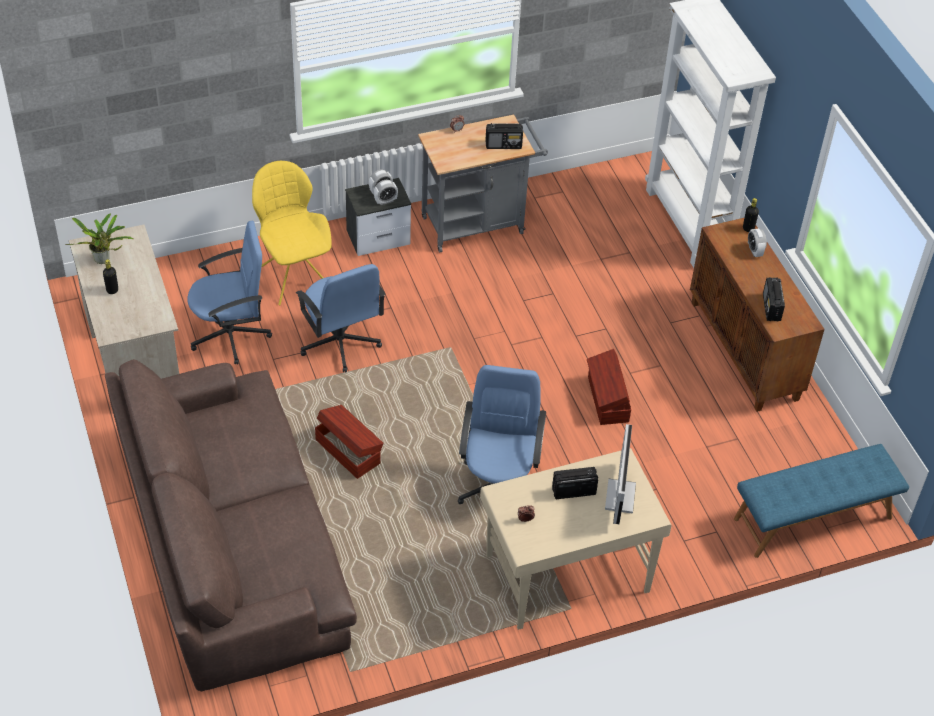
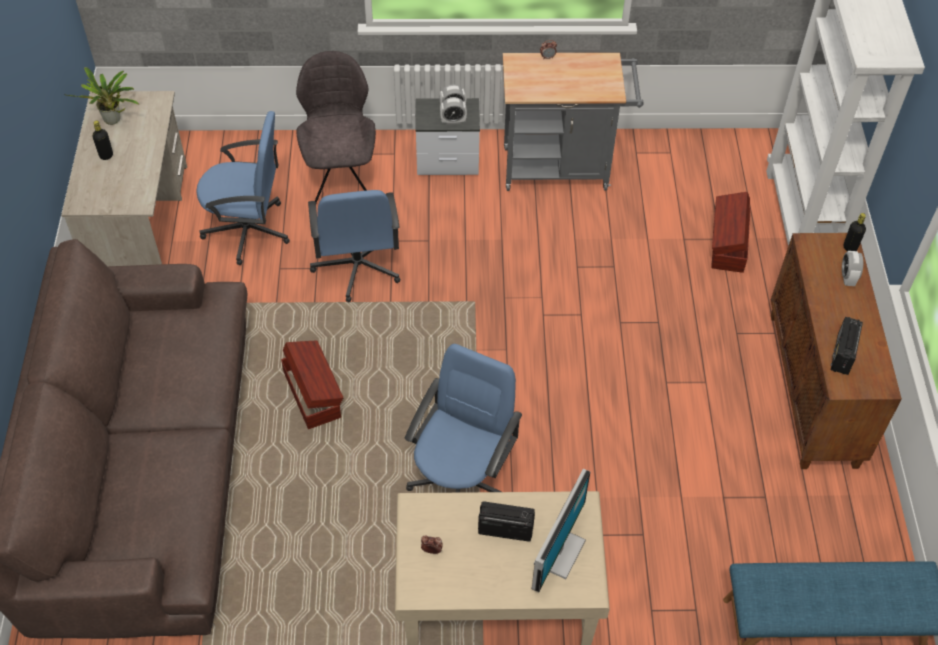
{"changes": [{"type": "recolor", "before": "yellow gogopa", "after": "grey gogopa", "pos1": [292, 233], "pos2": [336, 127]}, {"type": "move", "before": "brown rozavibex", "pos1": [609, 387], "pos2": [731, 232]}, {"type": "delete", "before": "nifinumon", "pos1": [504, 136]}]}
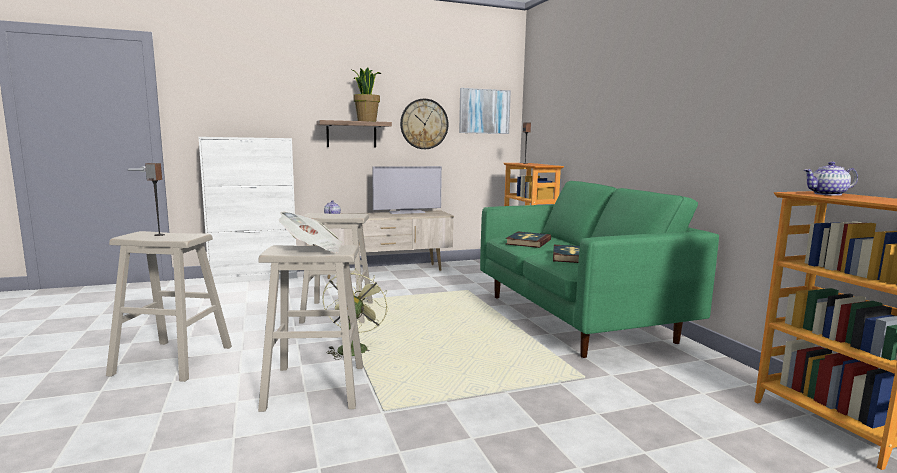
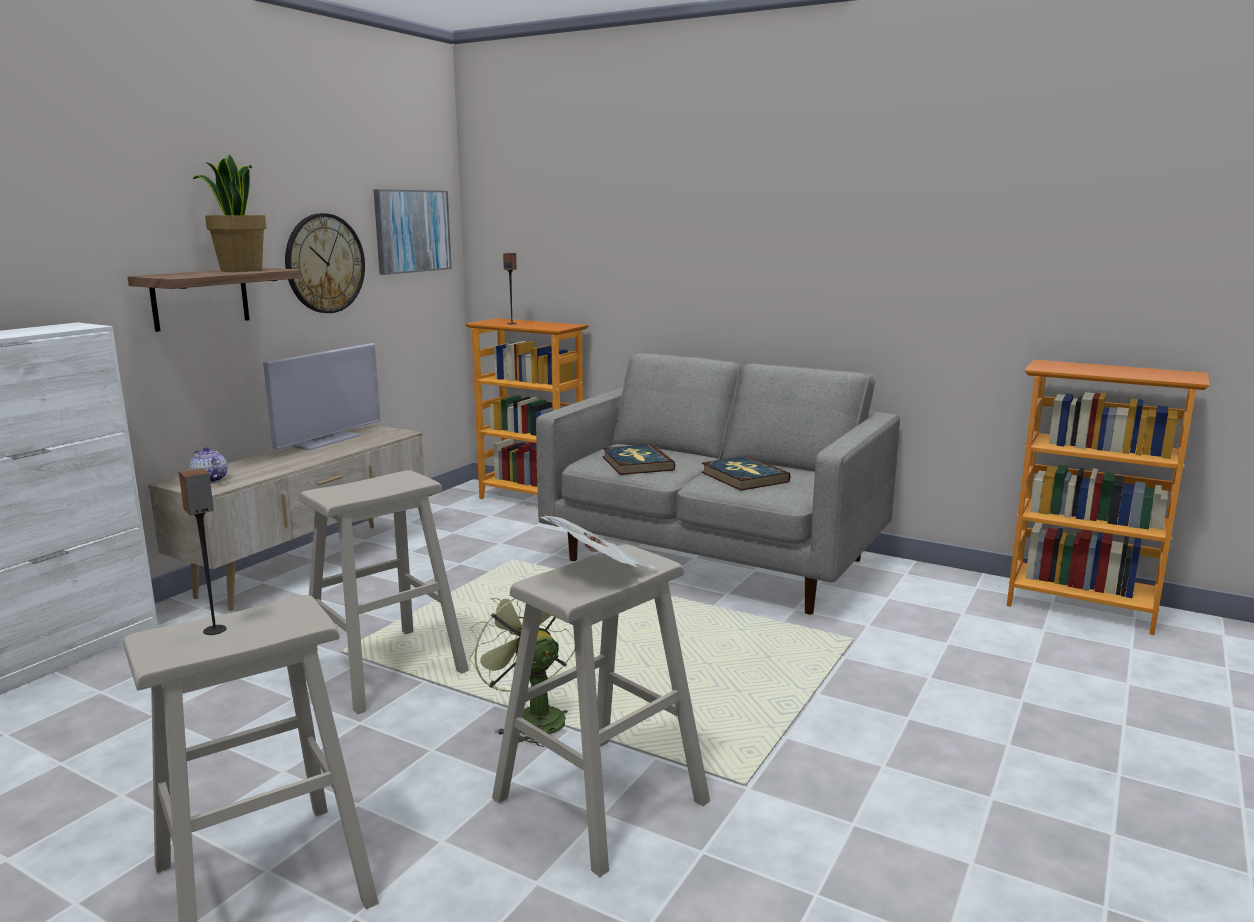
{"changes": [{"type": "recolor", "before": "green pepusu", "after": "grey pepusu", "pos1": [599, 269], "pos2": [718, 484]}, {"type": "delete", "before": "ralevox", "pos1": [830, 179]}]}
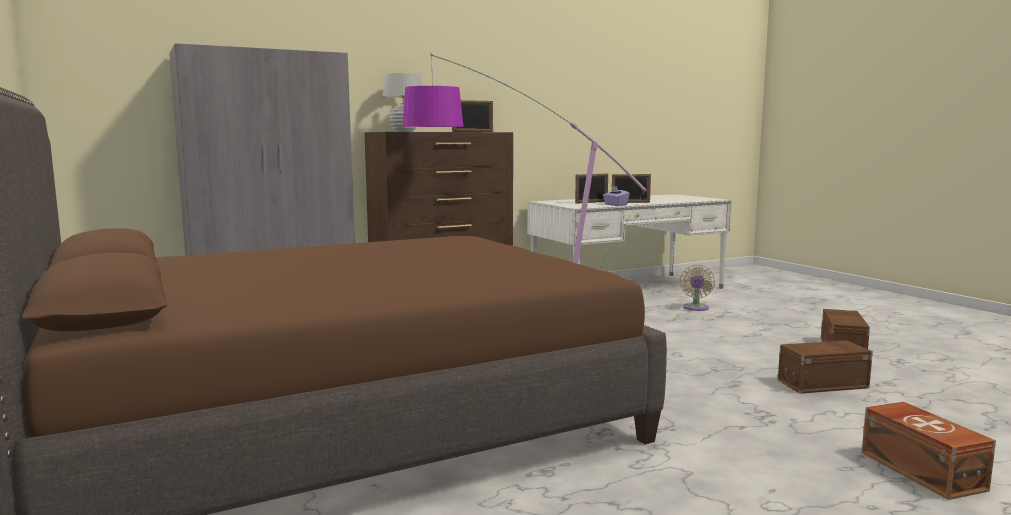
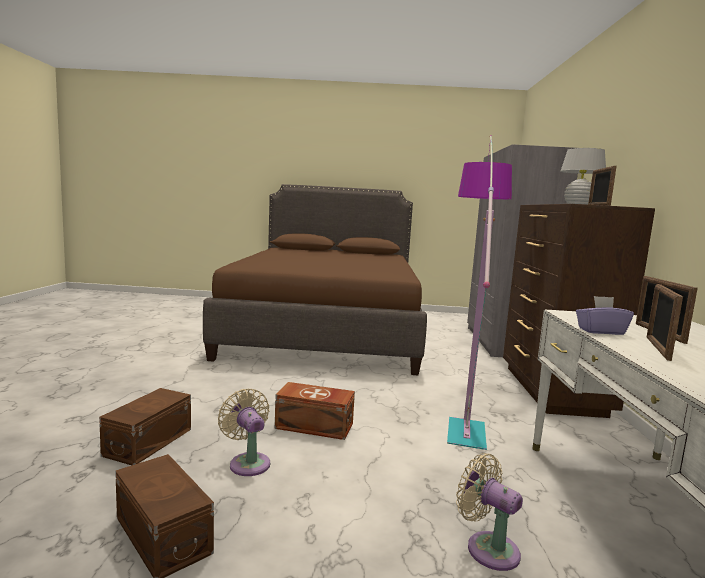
{"changes": [{"type": "insert", "after": "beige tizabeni", "pos2": [244, 432]}, {"type": "move", "before": "brown rozavibex", "pos1": [929, 451], "pos2": [315, 411]}]}
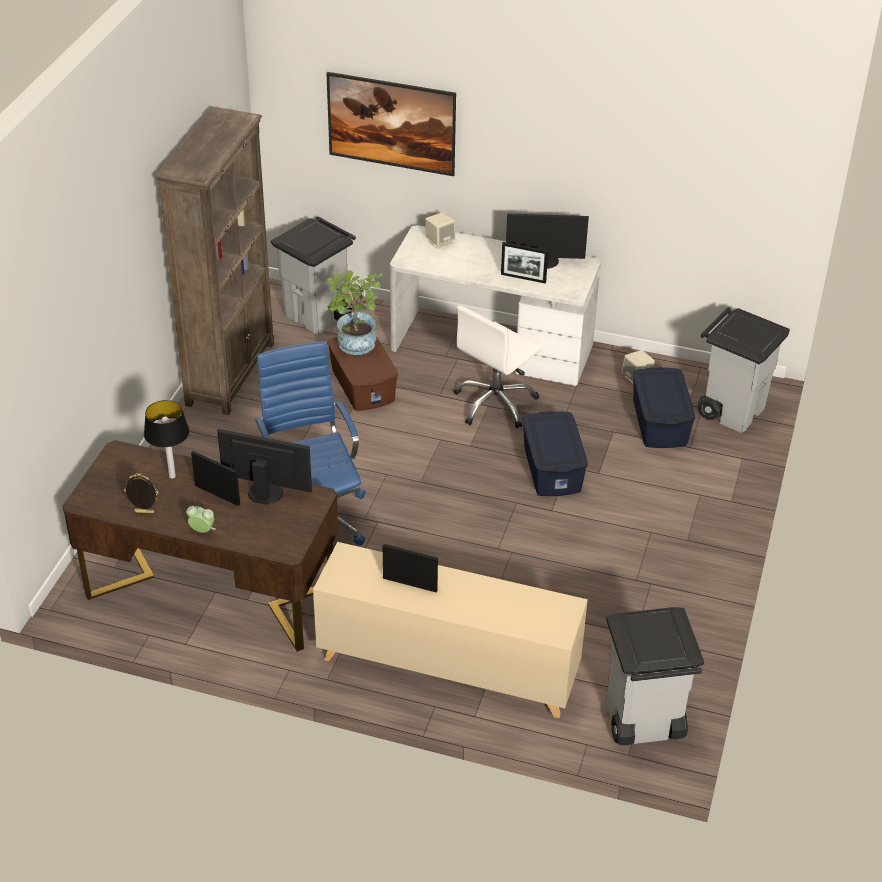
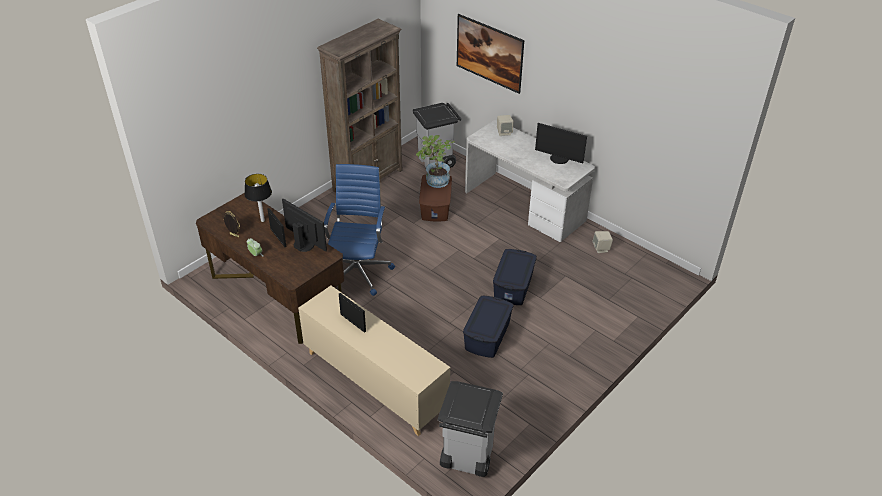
{"changes": [{"type": "move", "before": "blue rozavibex", "pos1": [664, 407], "pos2": [488, 327]}, {"type": "delete", "before": "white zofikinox", "pos1": [497, 367]}, {"type": "delete", "before": "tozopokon", "pos1": [524, 262]}, {"type": "delete", "before": "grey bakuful", "pos1": [744, 370]}]}
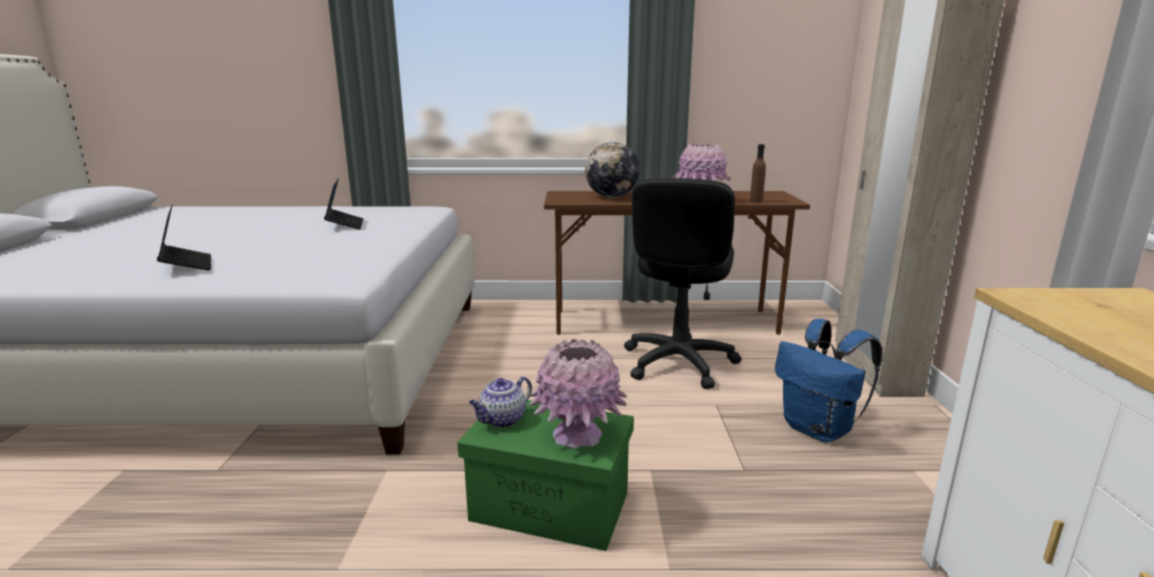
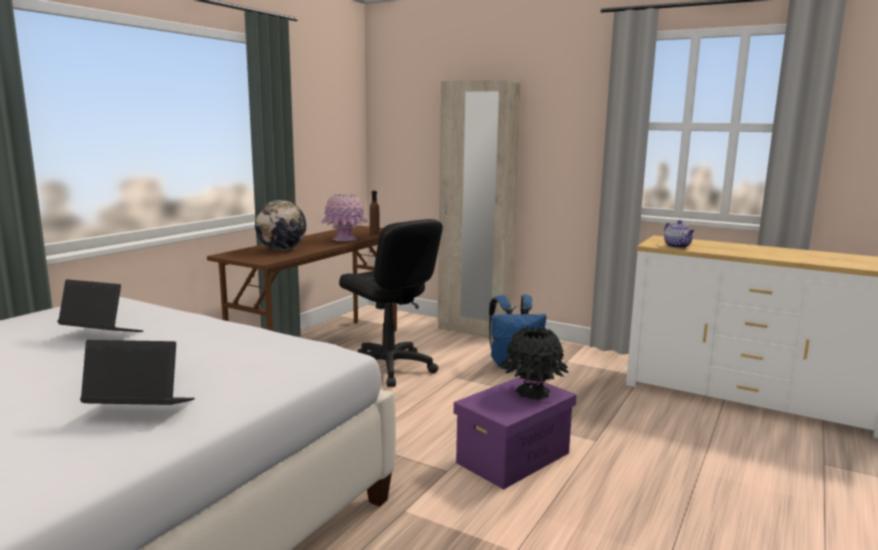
{"changes": [{"type": "recolor", "before": "green rozavibex", "after": "purple rozavibex", "pos1": [545, 475], "pos2": [515, 433]}, {"type": "recolor", "before": "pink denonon", "after": "black denonon", "pos1": [577, 394], "pos2": [534, 363]}, {"type": "move", "before": "ralevox", "pos1": [500, 402], "pos2": [679, 234]}]}
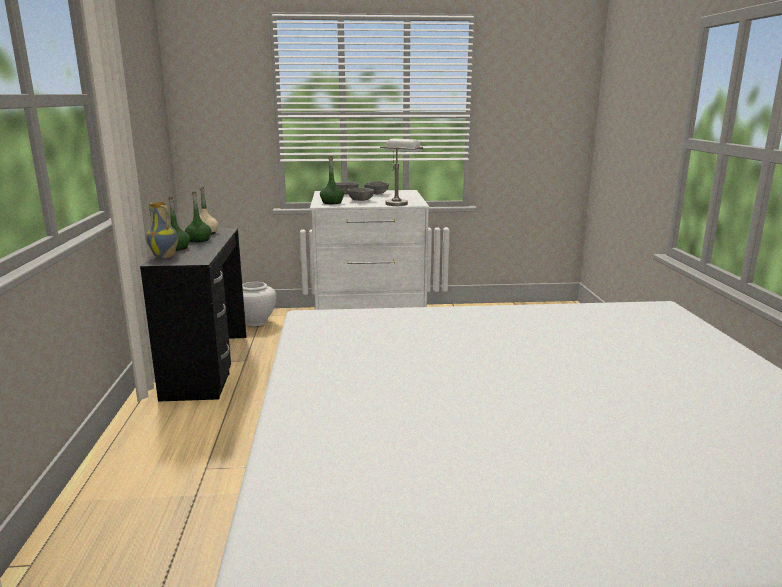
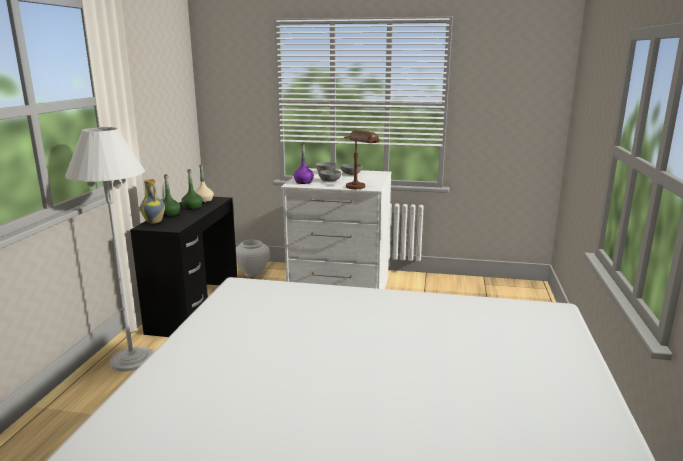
{"changes": [{"type": "insert", "after": "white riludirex", "pos2": [109, 249]}, {"type": "recolor", "before": "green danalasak", "after": "purple danalasak", "pos1": [332, 180], "pos2": [303, 163]}, {"type": "recolor", "before": "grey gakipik", "after": "brown gakipik", "pos1": [401, 172], "pos2": [362, 159]}]}
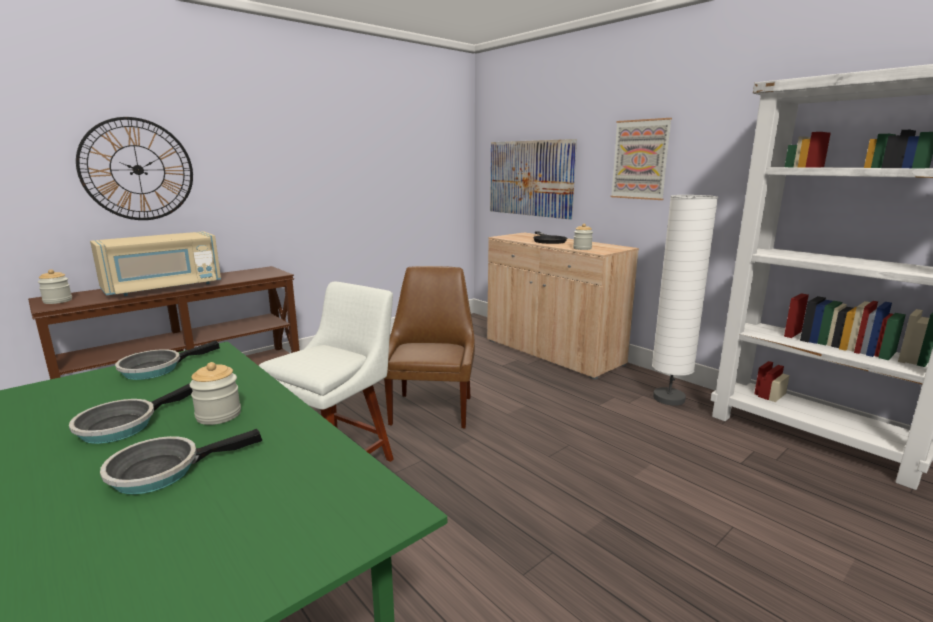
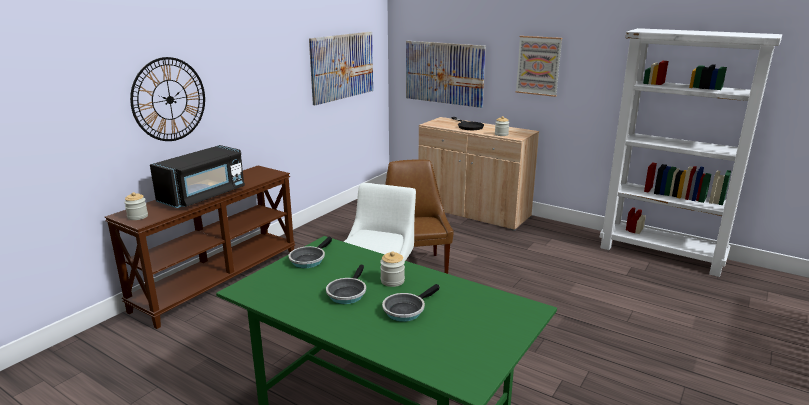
{"changes": [{"type": "recolor", "before": "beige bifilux", "after": "black bifilux", "pos1": [155, 263], "pos2": [197, 176]}, {"type": "insert", "after": "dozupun", "pos2": [341, 68]}, {"type": "delete", "before": "white riludirex", "pos1": [685, 300]}]}
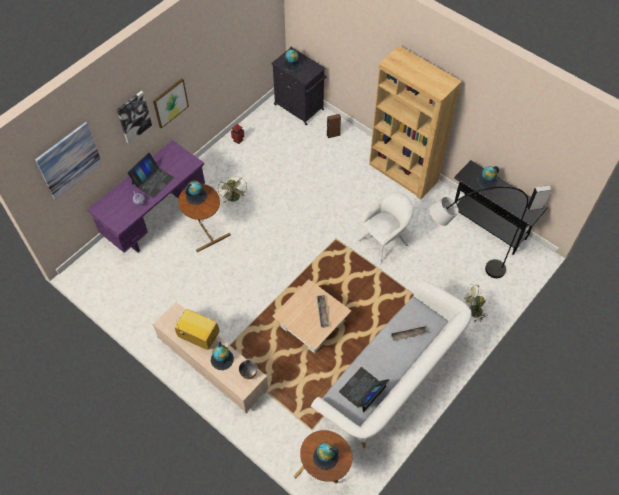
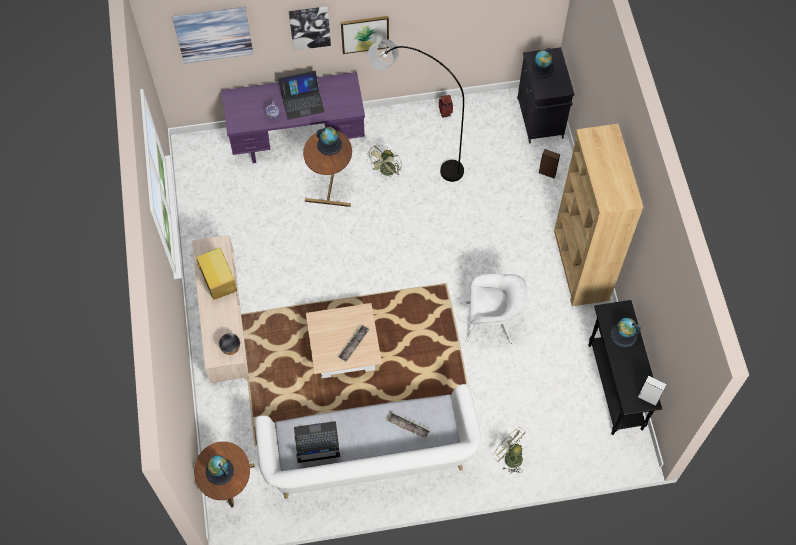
{"changes": [{"type": "move", "before": "grey riludirex", "pos1": [479, 232], "pos2": [416, 110]}, {"type": "delete", "before": "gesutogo", "pos1": [222, 356]}]}
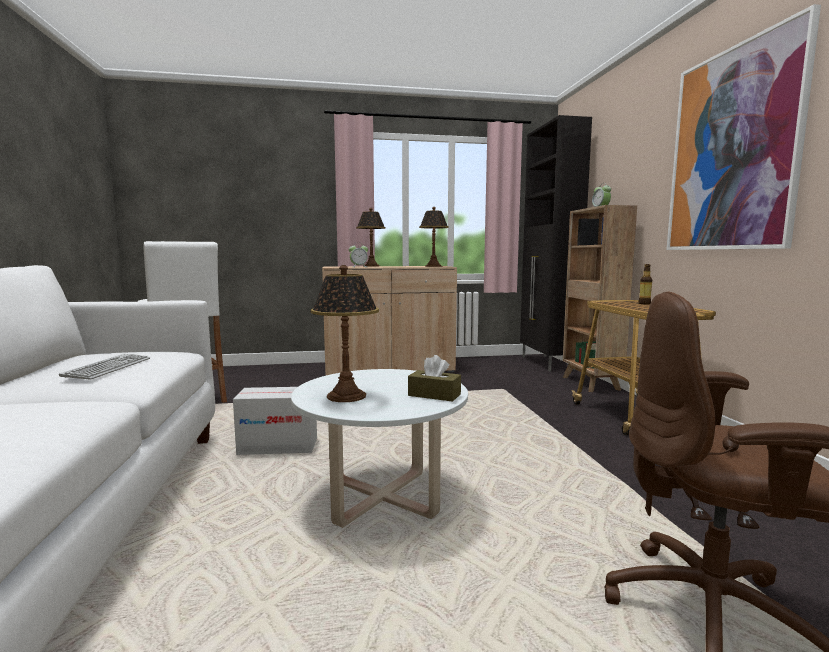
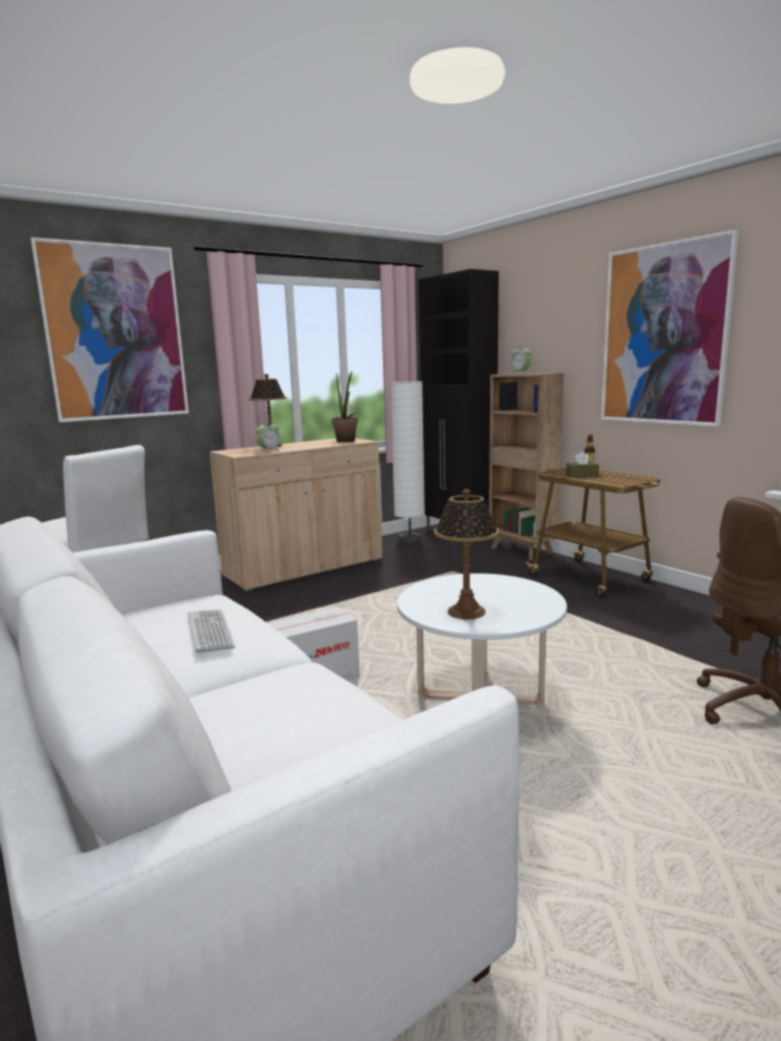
{"changes": [{"type": "insert", "after": "dozupun", "pos2": [109, 329]}, {"type": "replace", "before": "gakipik", "after": "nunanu", "pos1": [434, 237], "pos2": [345, 406]}, {"type": "insert", "after": "white riludirex", "pos2": [407, 462]}, {"type": "move", "before": "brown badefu", "pos1": [434, 378], "pos2": [582, 465]}]}
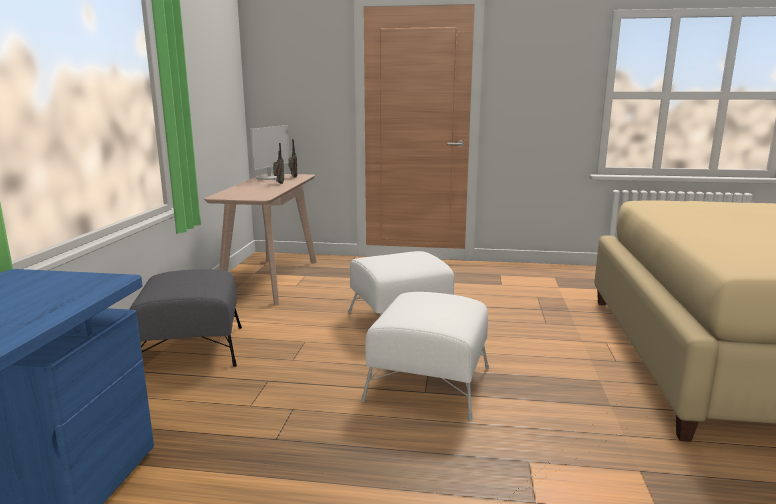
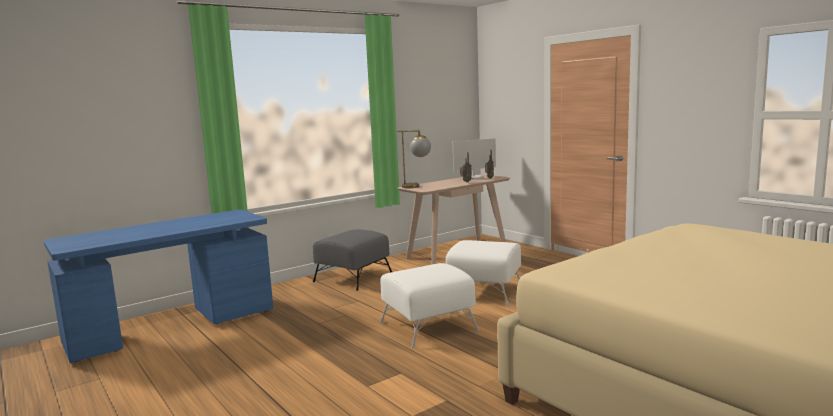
{"changes": [{"type": "insert", "after": "gakipik", "pos2": [414, 159]}]}
